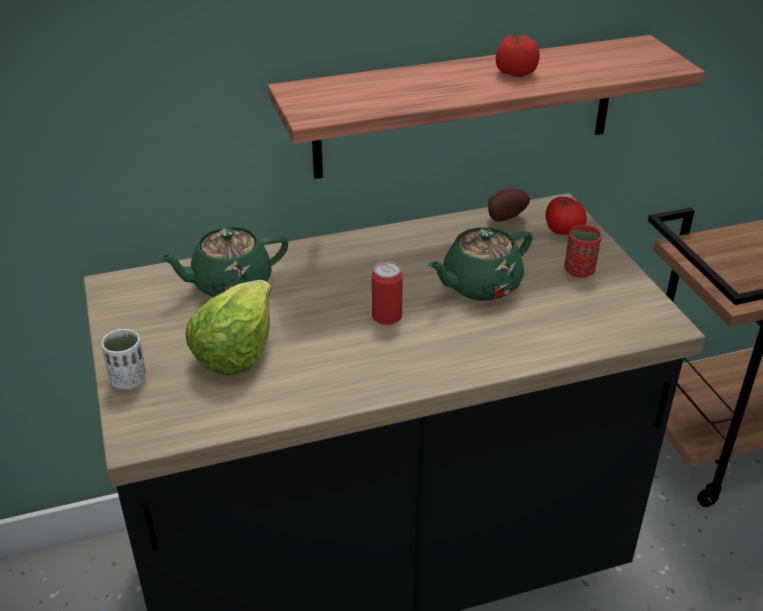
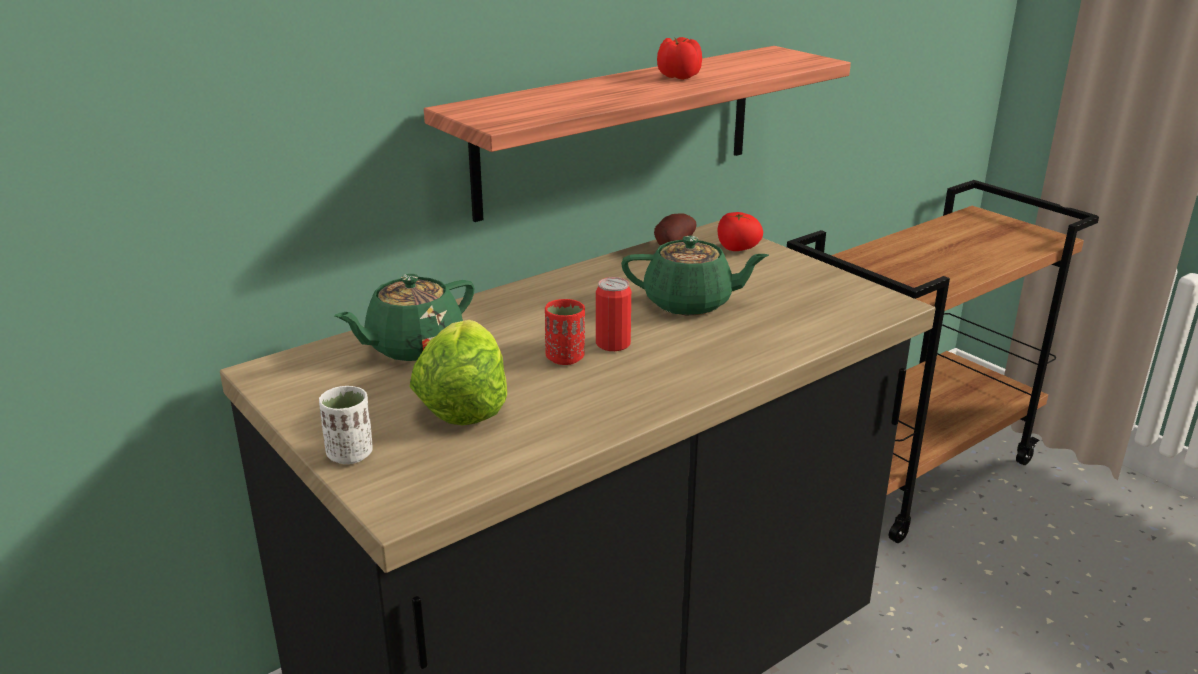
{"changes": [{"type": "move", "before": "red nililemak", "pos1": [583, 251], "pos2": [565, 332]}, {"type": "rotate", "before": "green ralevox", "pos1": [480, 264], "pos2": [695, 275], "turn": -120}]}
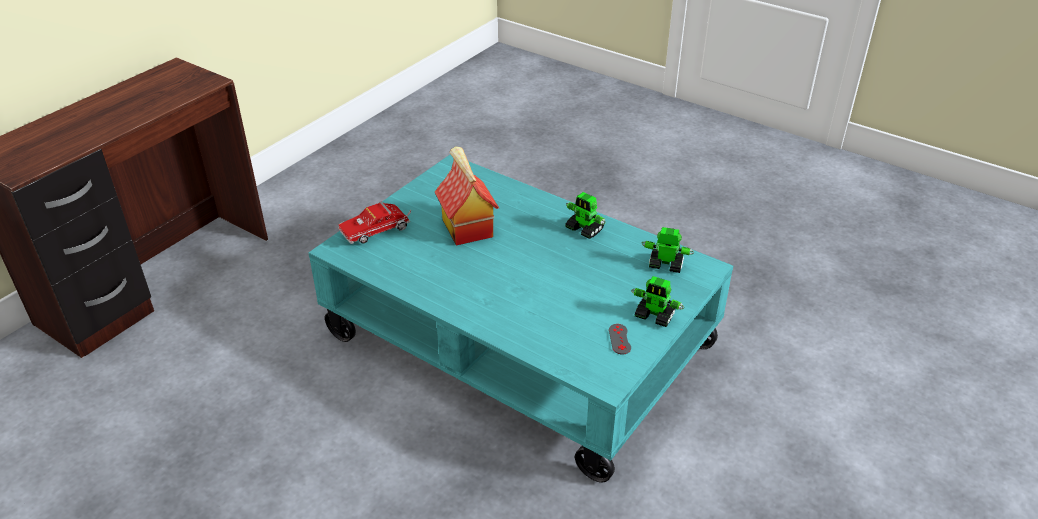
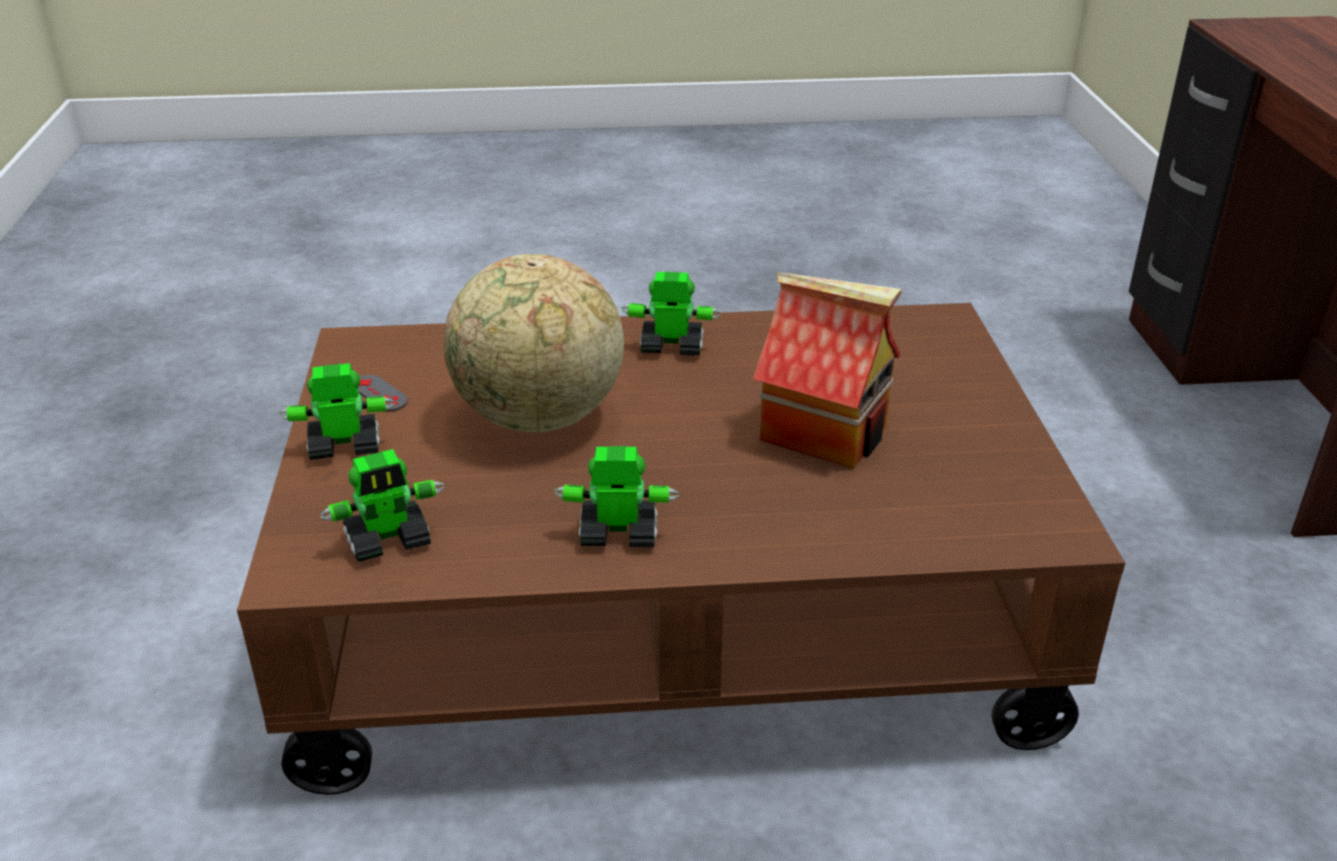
{"changes": [{"type": "recolor", "before": "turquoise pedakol", "after": "brown pedakol", "pos1": [520, 318], "pos2": [681, 549]}, {"type": "insert", "after": "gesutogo", "pos2": [534, 343]}, {"type": "insert", "after": "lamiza", "pos2": [671, 314]}, {"type": "delete", "before": "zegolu", "pos1": [374, 222]}]}
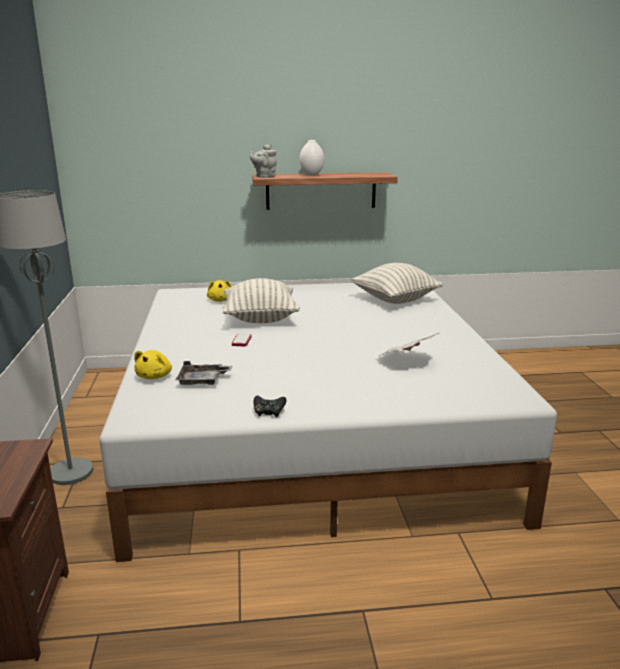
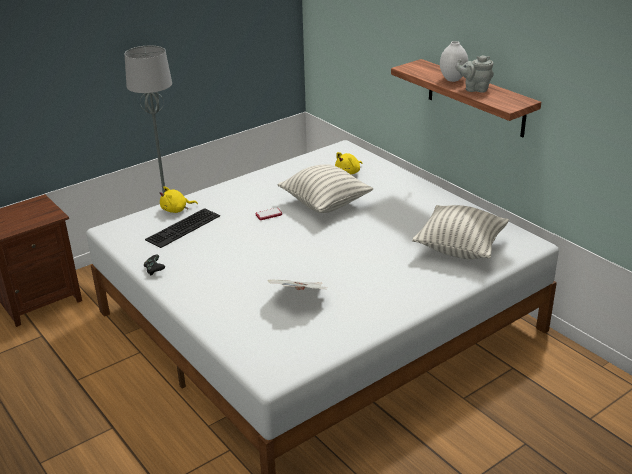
{"changes": [{"type": "replace", "before": "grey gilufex", "after": "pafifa", "pos1": [204, 373], "pos2": [182, 228]}, {"type": "move", "before": "grey ralevox", "pos1": [263, 161], "pos2": [474, 74]}]}
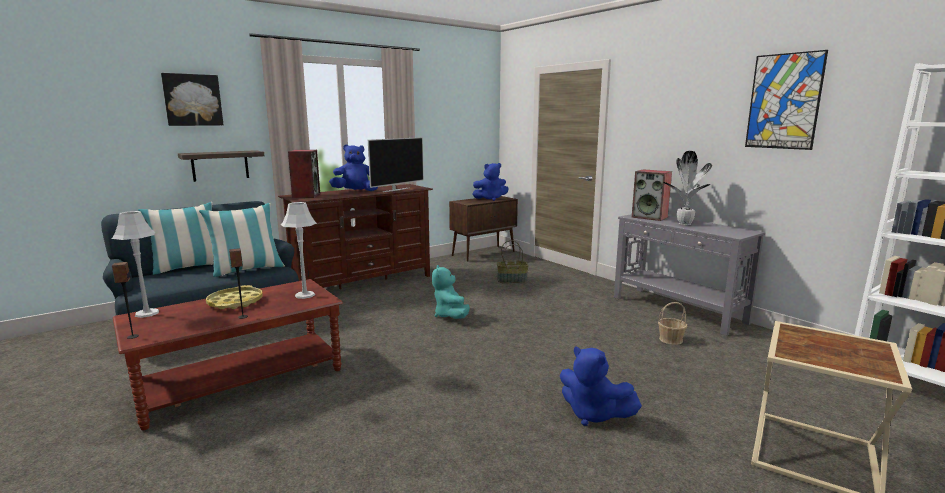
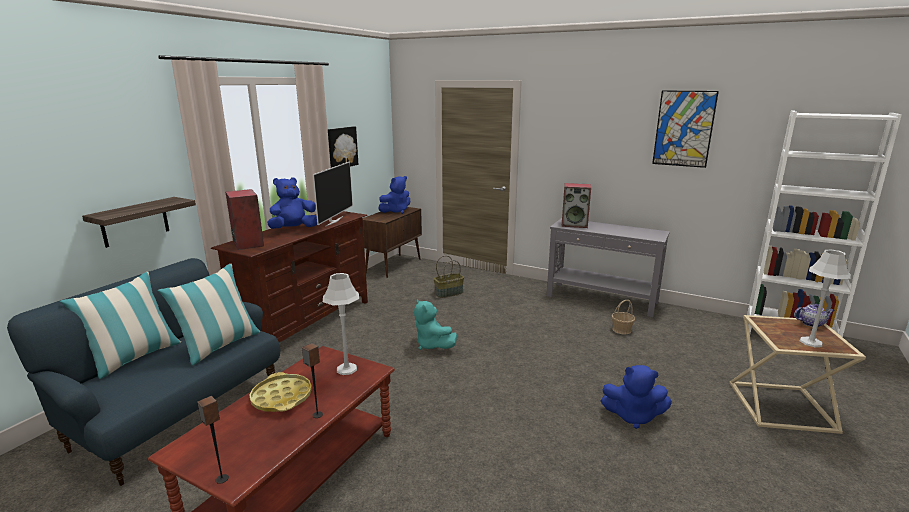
{"changes": [{"type": "move", "before": "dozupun", "pos1": [192, 99], "pos2": [343, 147]}, {"type": "insert", "after": "ralevox", "pos2": [814, 315]}, {"type": "move", "before": "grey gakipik", "pos1": [135, 264], "pos2": [825, 298]}, {"type": "delete", "before": "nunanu", "pos1": [687, 188]}]}
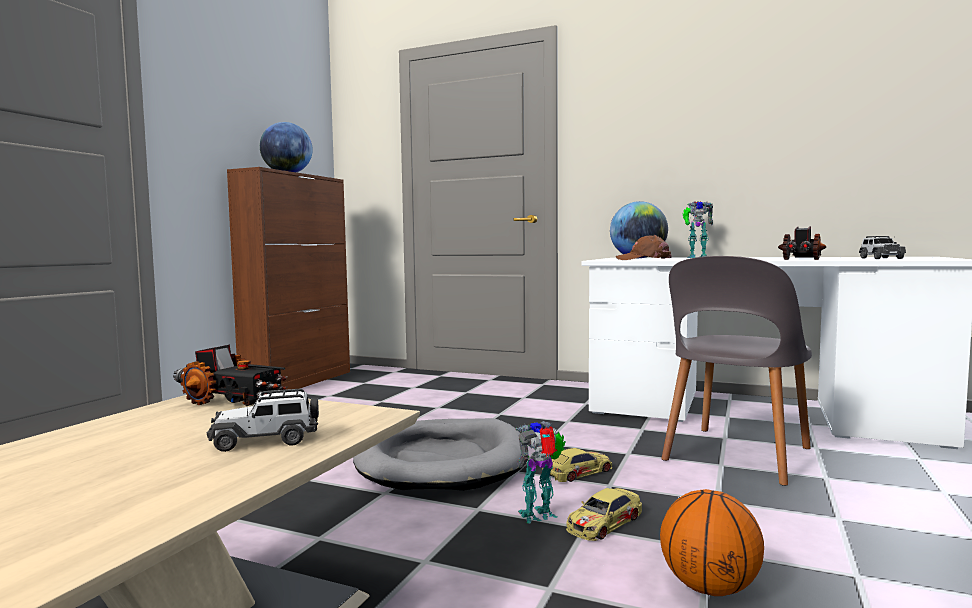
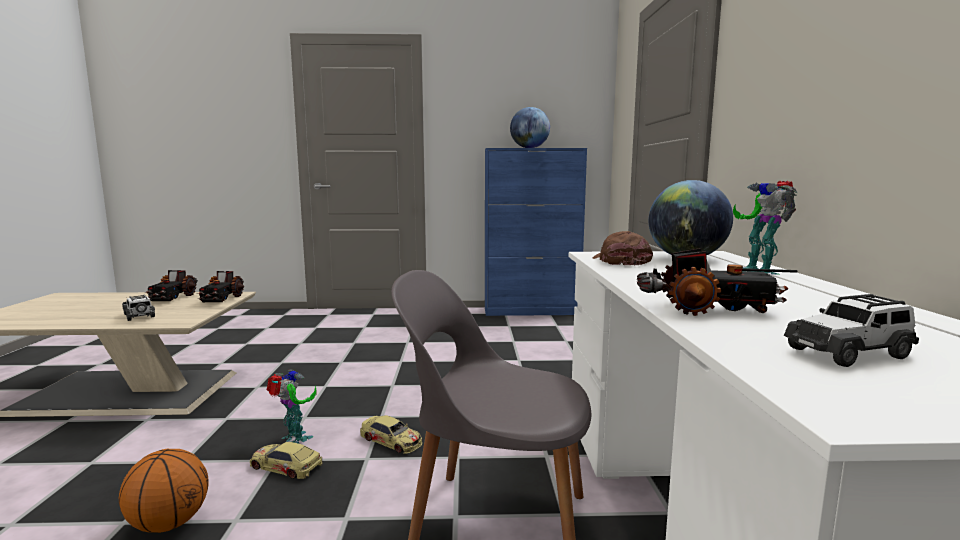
{"changes": [{"type": "insert", "after": "zegolu", "pos2": [172, 285]}, {"type": "recolor", "before": "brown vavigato", "after": "blue vavigato", "pos1": [288, 278], "pos2": [536, 232]}, {"type": "delete", "before": "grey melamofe", "pos1": [441, 454]}]}
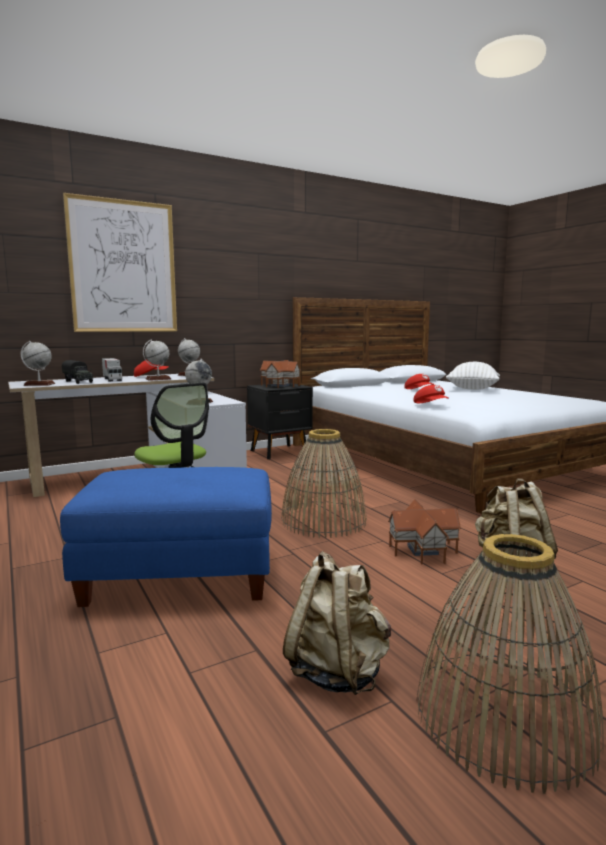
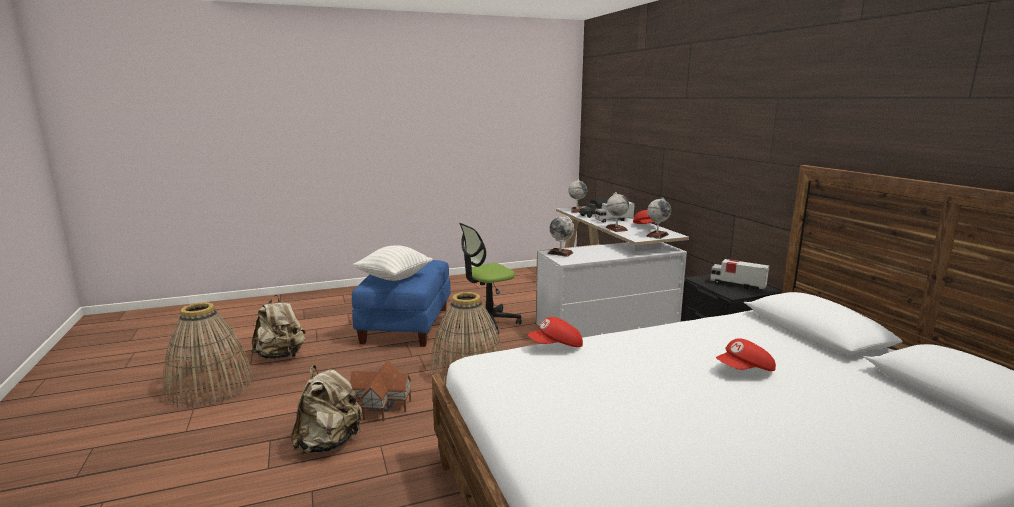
{"changes": [{"type": "move", "before": "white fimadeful", "pos1": [473, 376], "pos2": [393, 263]}, {"type": "replace", "before": "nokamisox", "after": "zegolu", "pos1": [280, 374], "pos2": [739, 274]}, {"type": "delete", "before": "dozupun", "pos1": [120, 262]}]}
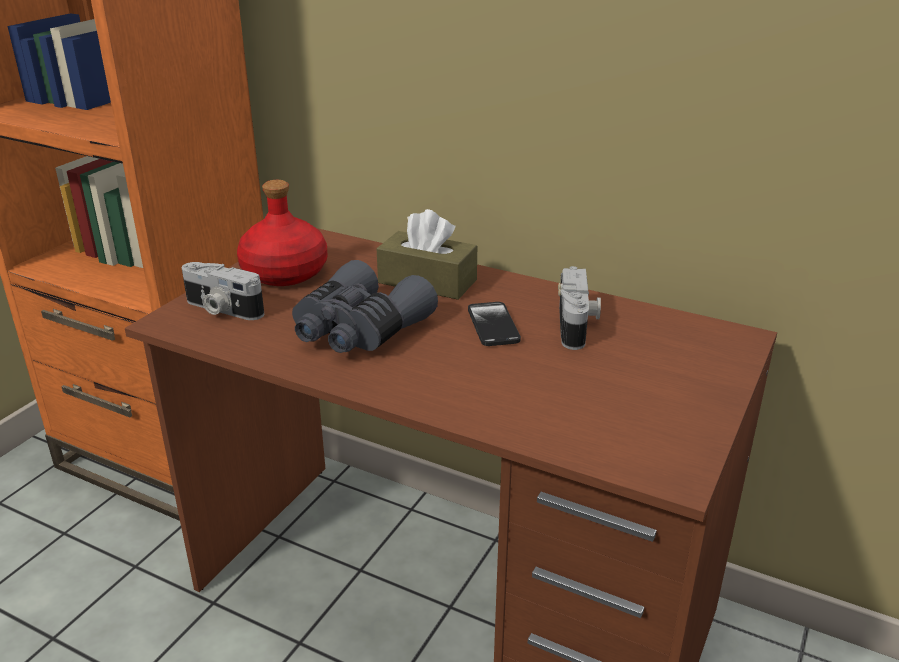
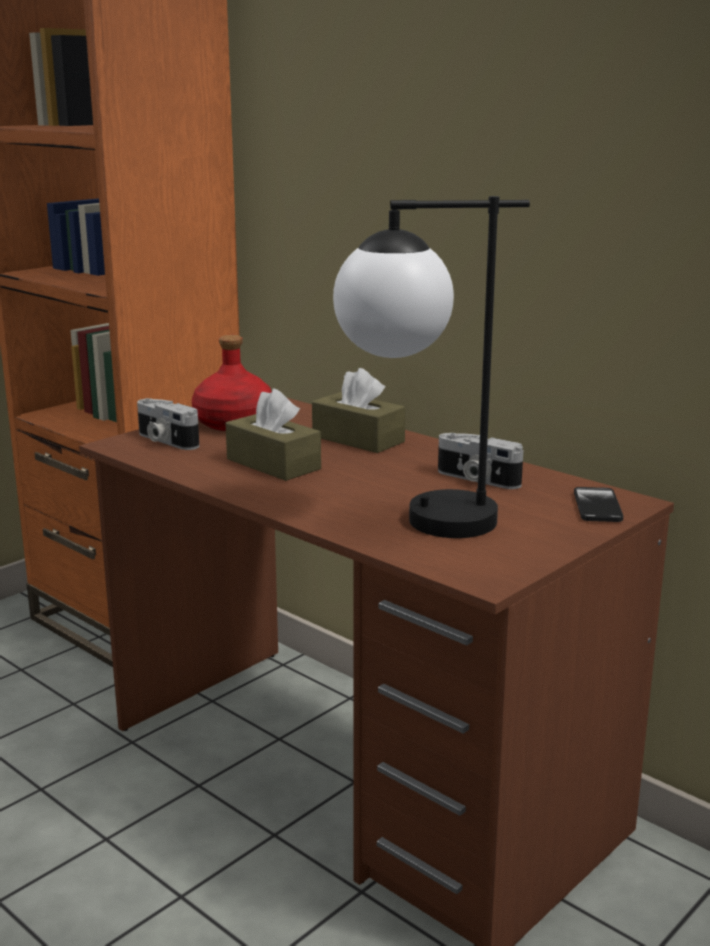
{"changes": [{"type": "replace", "before": "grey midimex", "after": "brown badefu", "pos1": [365, 306], "pos2": [273, 435]}, {"type": "insert", "after": "gakipik", "pos2": [431, 367]}, {"type": "rotate", "before": "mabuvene", "pos1": [579, 308], "pos2": [480, 461], "turn": 105}, {"type": "move", "before": "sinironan", "pos1": [494, 324], "pos2": [598, 504]}]}
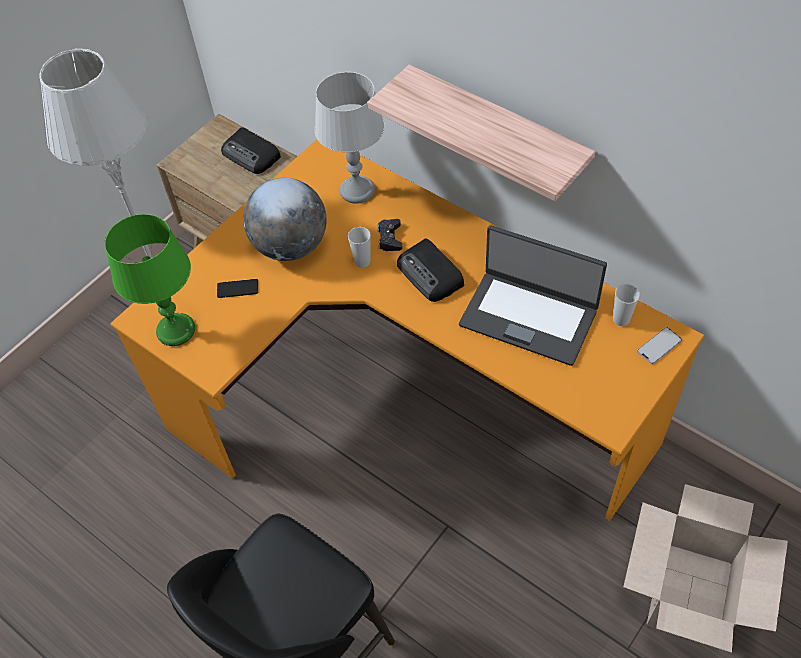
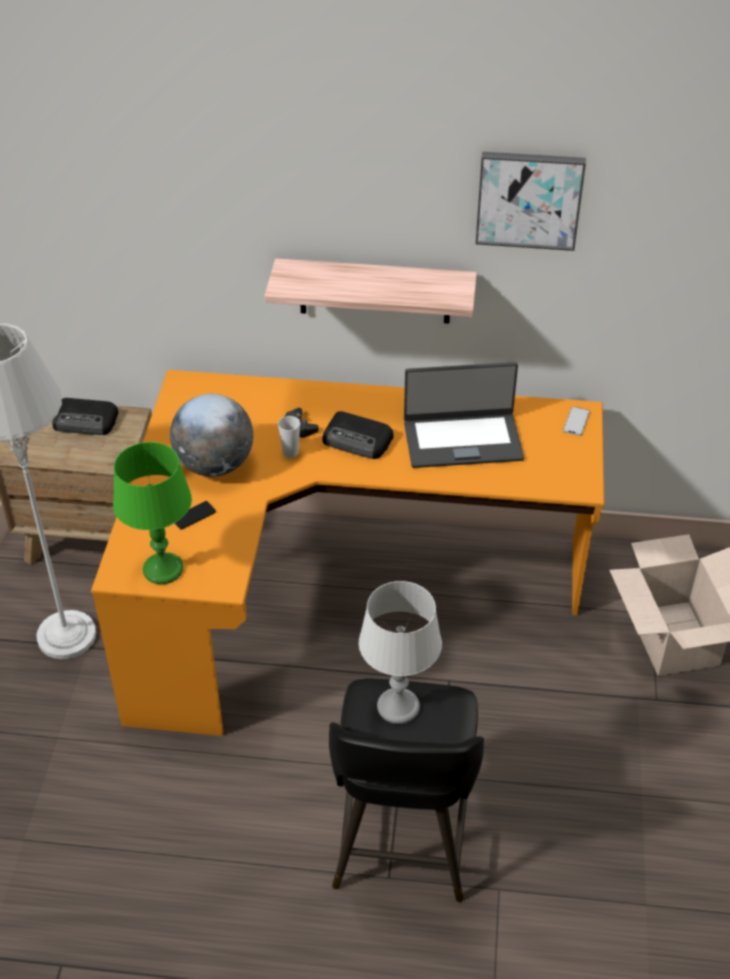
{"changes": [{"type": "move", "before": "grey gakipik", "pos1": [350, 138], "pos2": [400, 652]}, {"type": "insert", "after": "dozupun", "pos2": [531, 201]}, {"type": "delete", "before": "nililemak", "pos1": [626, 305]}]}
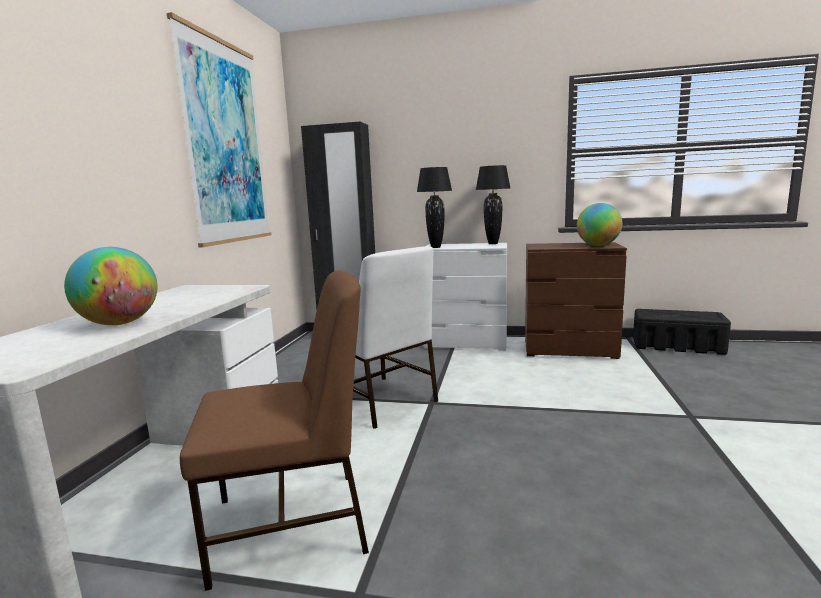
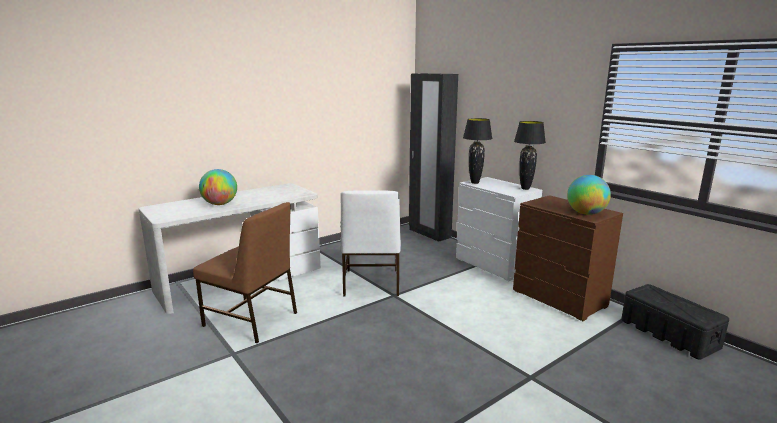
{"changes": [{"type": "delete", "before": "dozupun", "pos1": [219, 129]}]}
